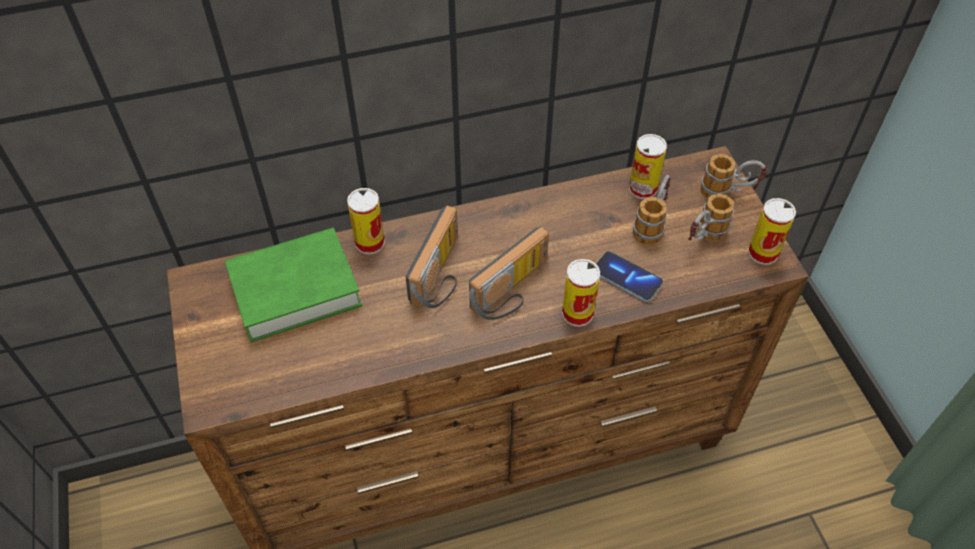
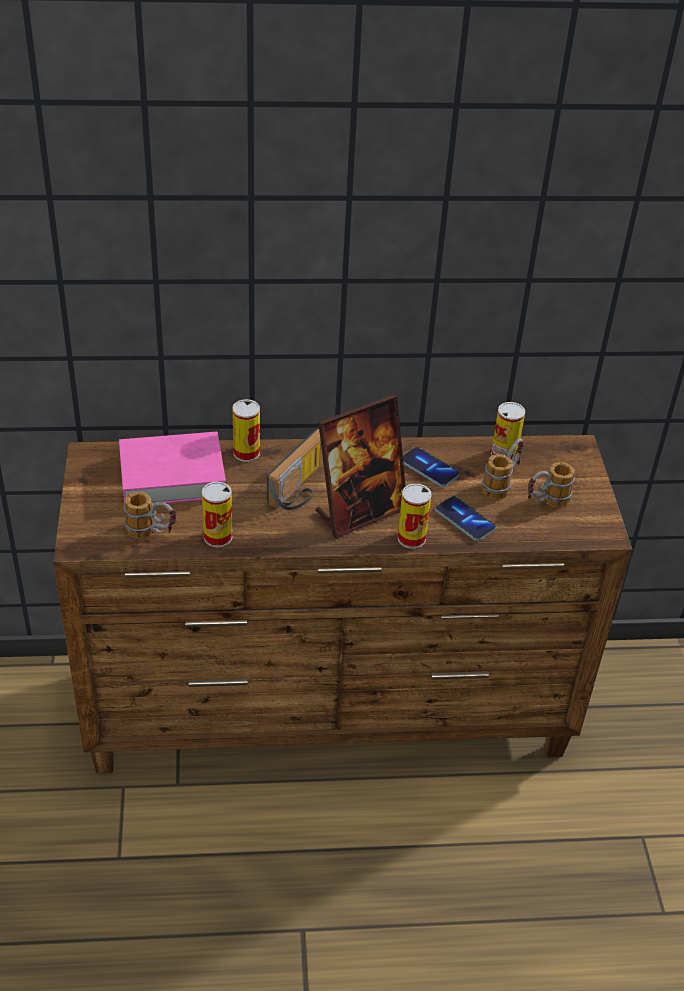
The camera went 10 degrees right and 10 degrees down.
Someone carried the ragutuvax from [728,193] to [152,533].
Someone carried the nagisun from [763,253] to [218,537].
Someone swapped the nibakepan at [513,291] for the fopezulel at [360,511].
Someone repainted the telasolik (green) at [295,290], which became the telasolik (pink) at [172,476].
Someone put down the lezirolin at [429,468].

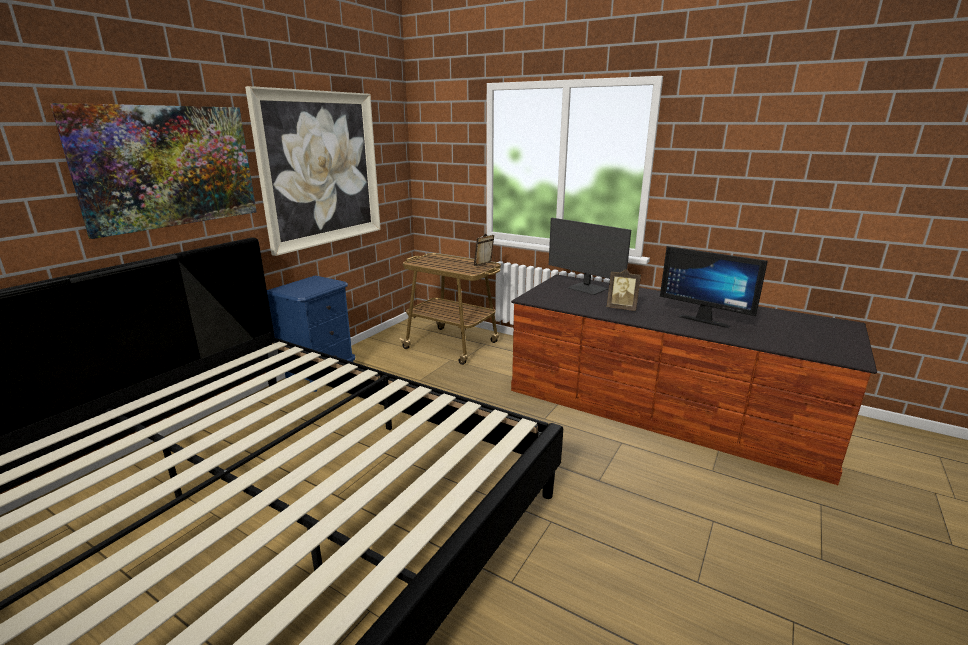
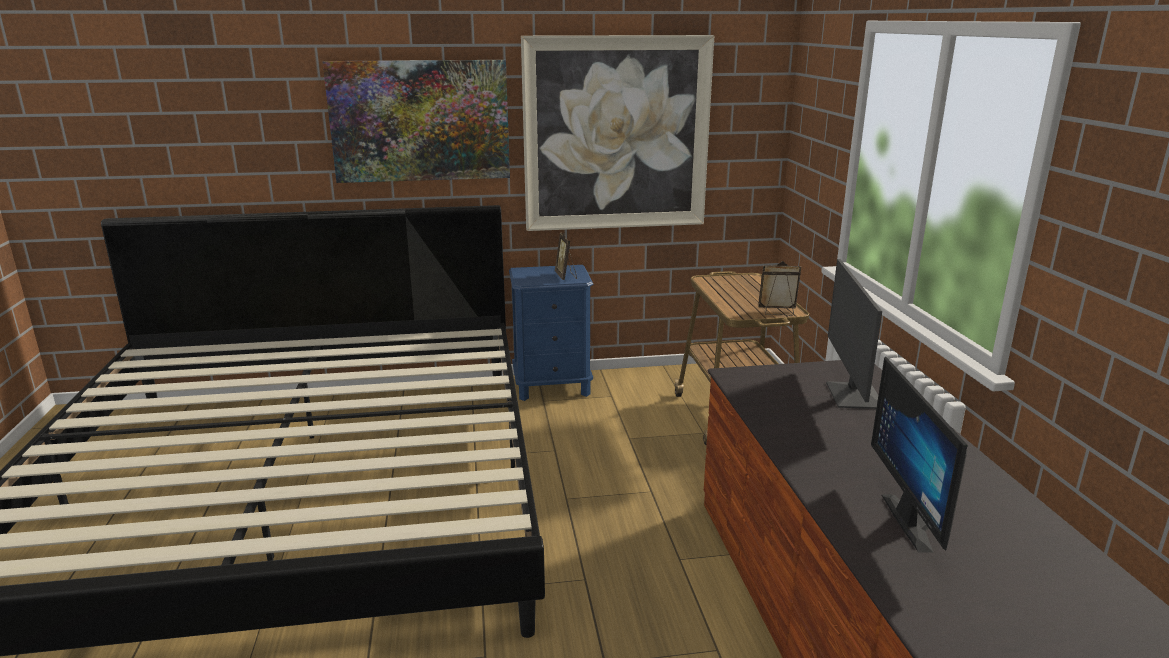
The camera went 50 degrees right and 0 degrees up.
Someone carried the fopezulel from [622,308] to [566,276].

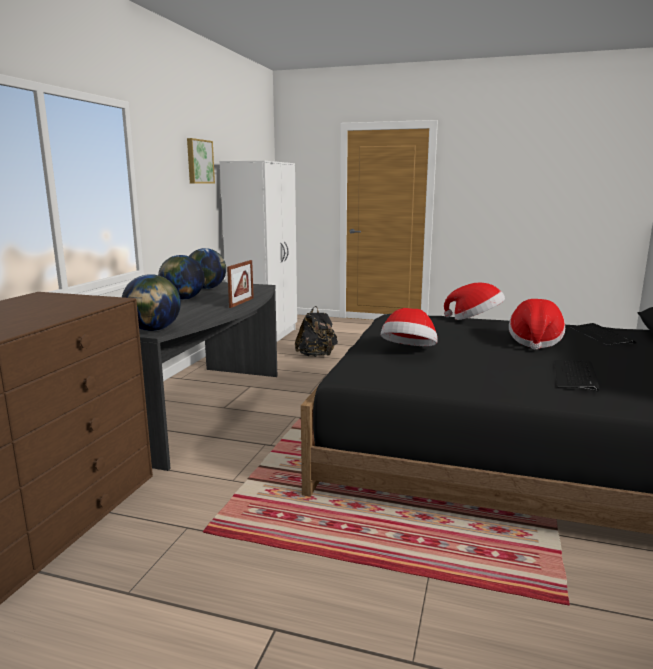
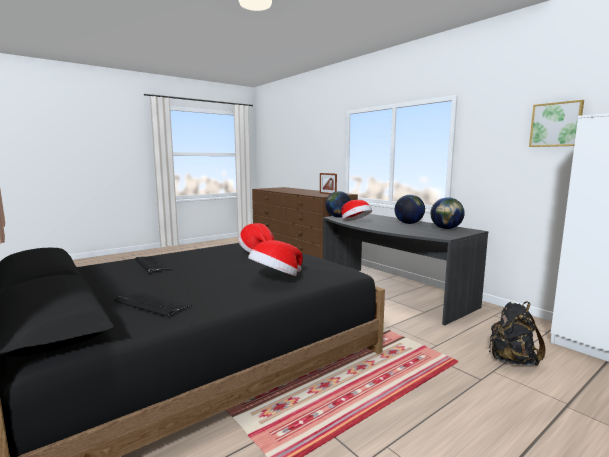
The camera went 125 degrees right and 5 degrees down.
Someone carried the fopezulel from [241,302] to [327,194].
Someone carried the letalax from [534,342] to [355,222].

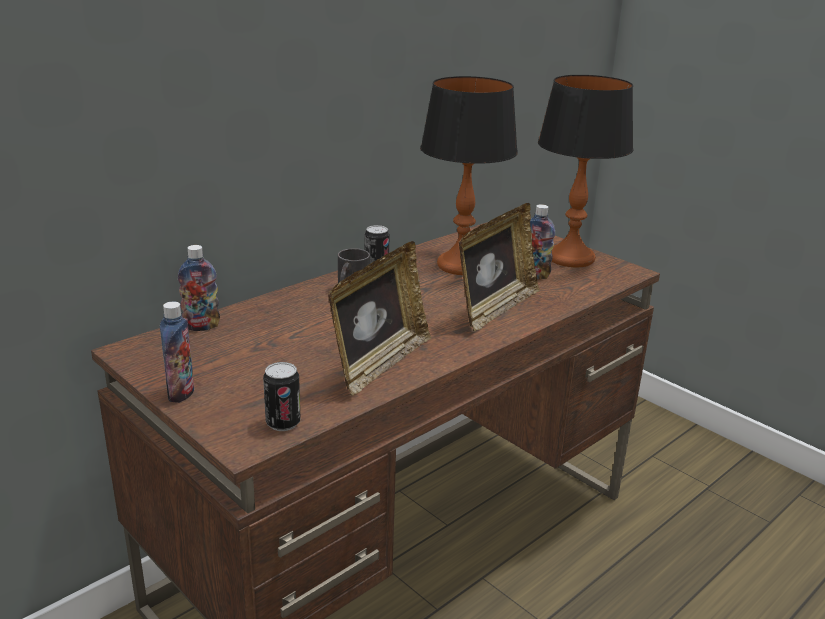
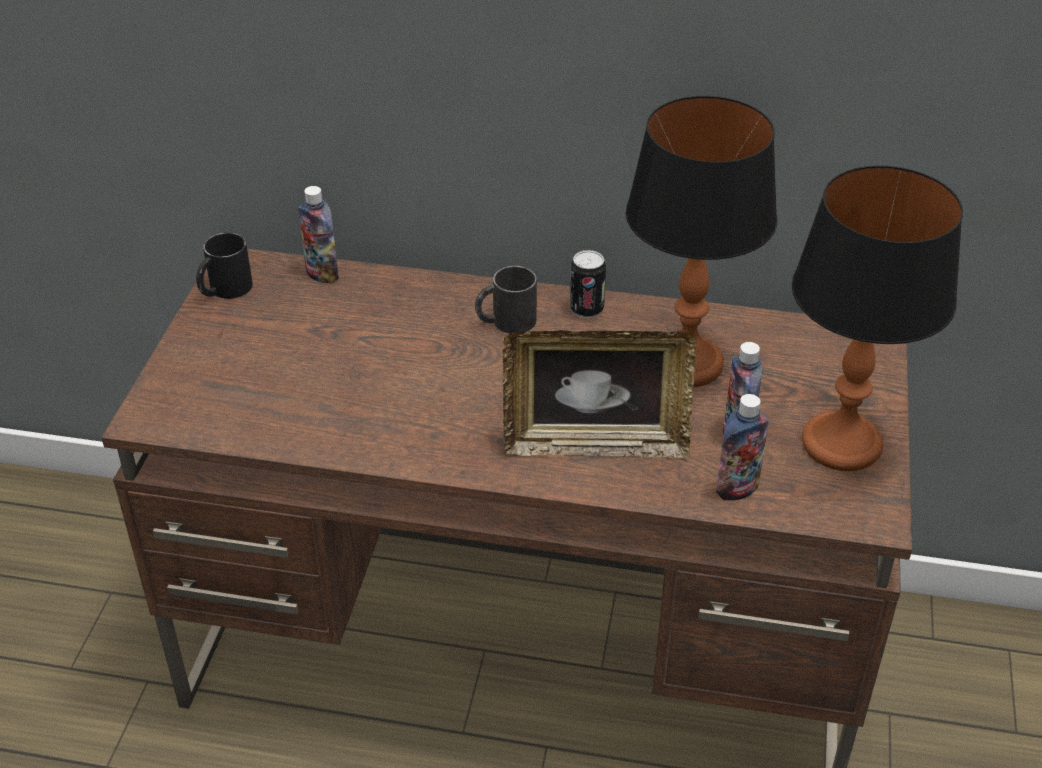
The camera went 55 degrees right and 15 degrees up.
Someone took away the fopezulel at [379,363].
Someone carried the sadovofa from [181,393] to [737,489].
Someone took away the nagisun at [283,423].
Someone put down the ragutuvax (black) at [224,290].

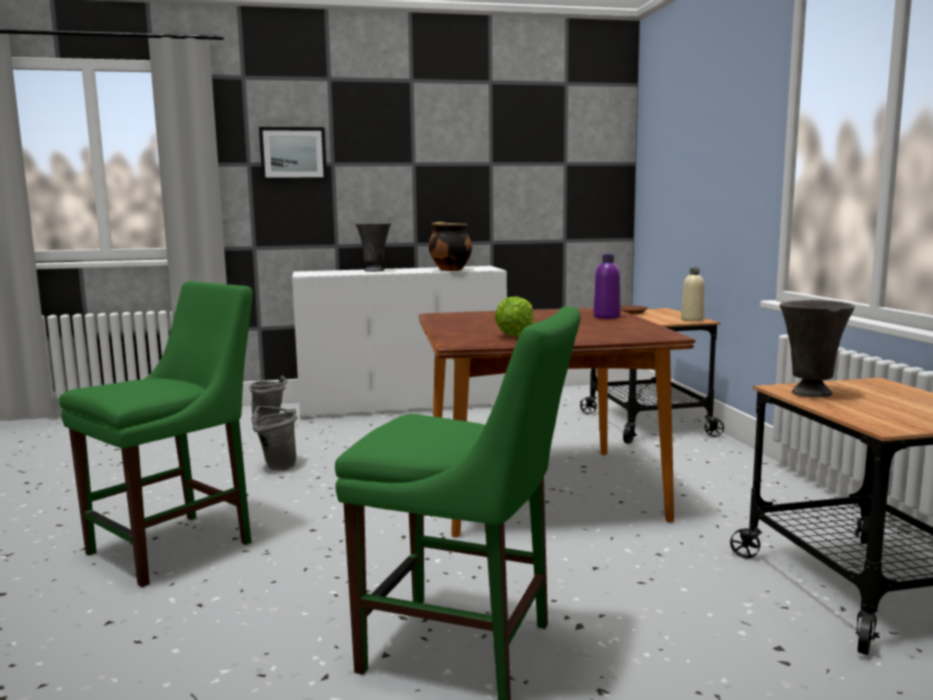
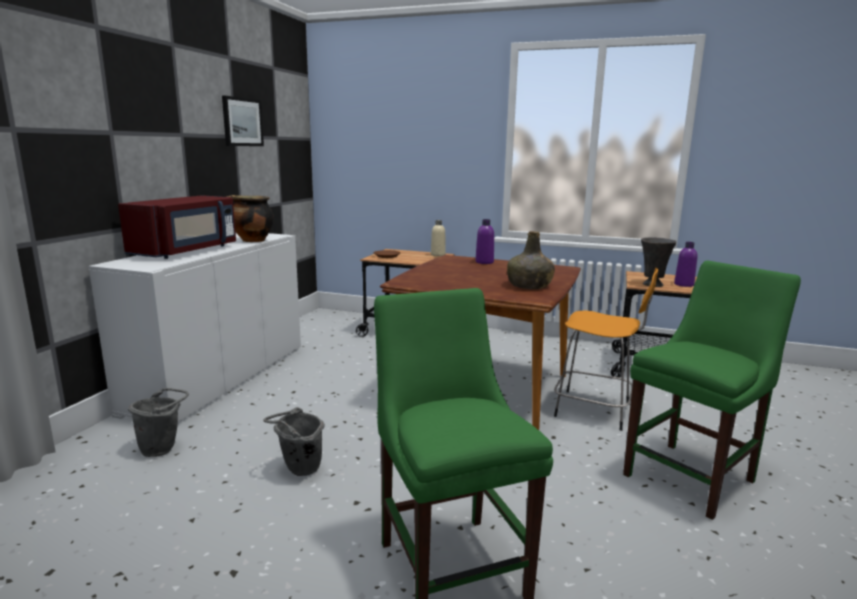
The camera went 60 degrees left and 5 degrees up.
Someone carried the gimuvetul from [293,154] to [242,122].
Someone swapped the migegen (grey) at [375,271] for the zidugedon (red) at [187,251].
Someone swapped the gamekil at [515,336] for the sadovofa (green) at [529,286].
Someone put down the sadovofa (purple) at [684,284].
Someone put down the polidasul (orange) at [595,410].

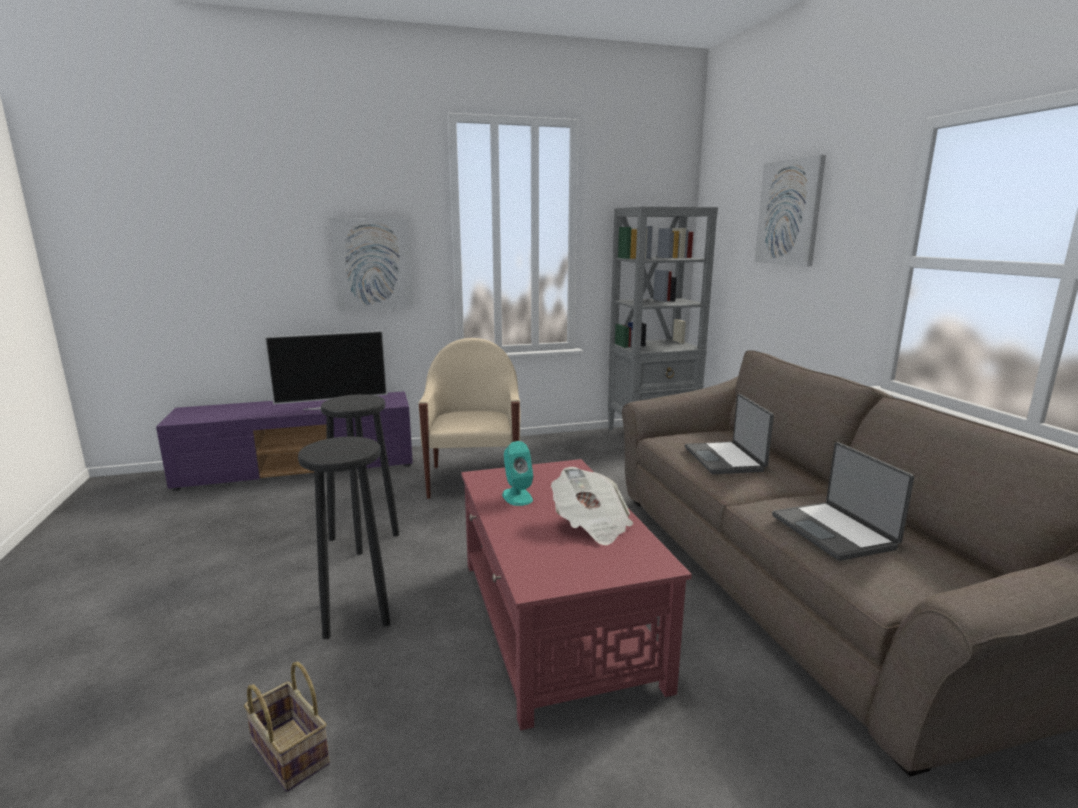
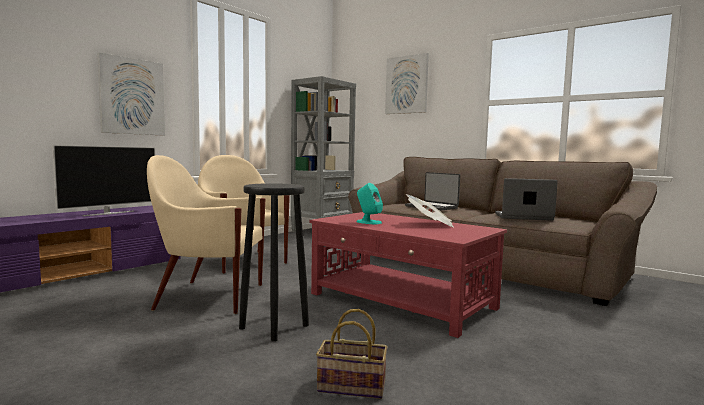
The camera went 35 degrees left and 10 degrees down.
Someone swapped the polidasul (black) at [365,536] for the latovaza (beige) at [209,296].
Someone rotated the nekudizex at [834,531] by 150 degrees clockwise.

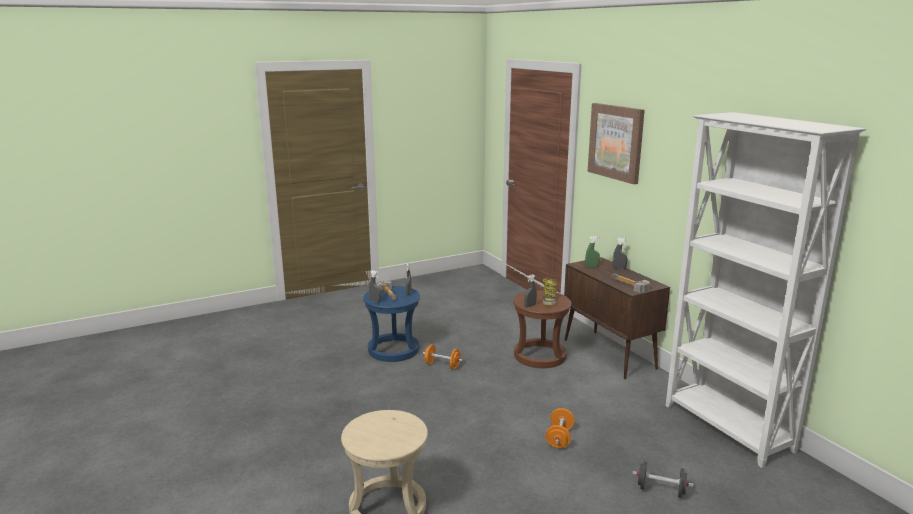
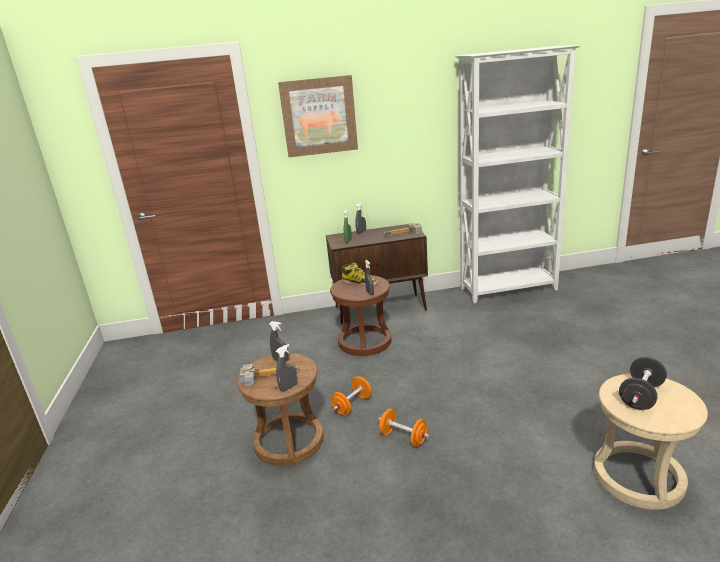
The camera went 70 degrees left and 5 degrees up.
Someone repainted the polidasul (blue) at [393,350], which became the polidasul (brown) at [288,441].
Someone carried the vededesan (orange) from [559,438] to [403,437].
Someone carried the vededesan (black) from [661,490] to [640,396].

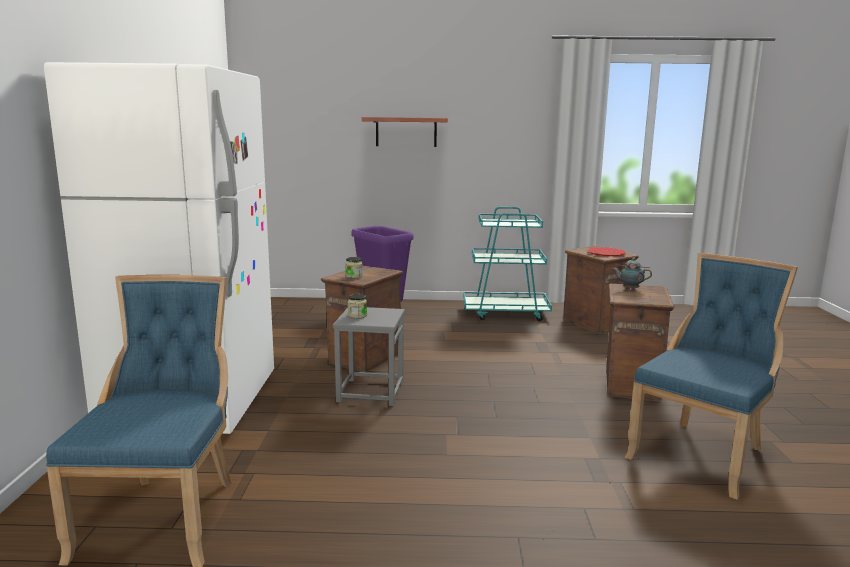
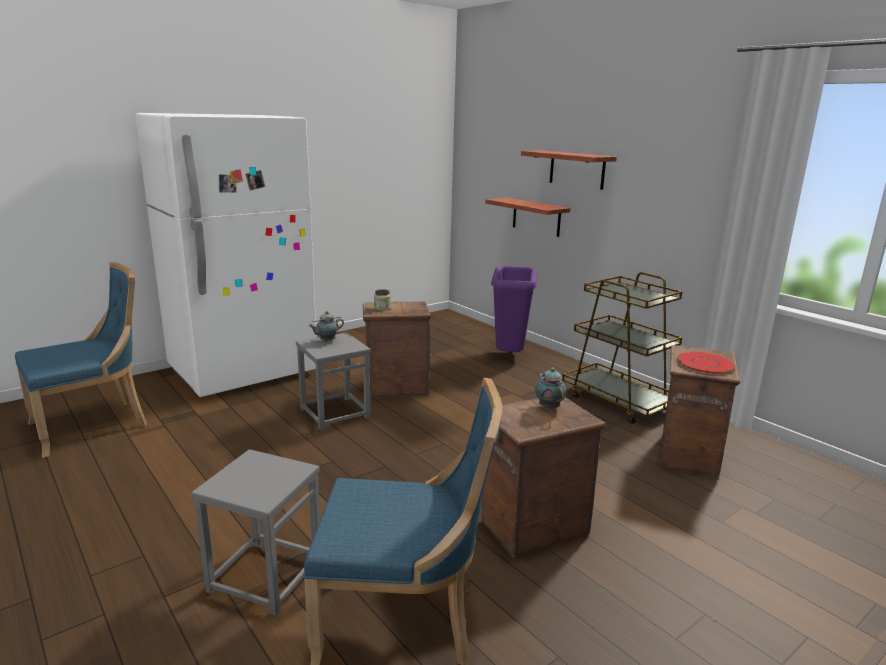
The camera went 50 degrees right and 5 degrees up.
Someone repainted the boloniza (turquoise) at [506,313], which became the boloniza (brown) at [618,401].
Someone swapped the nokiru at [357,315] for the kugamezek at [326,341].
Someone put up the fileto at [536,217].
Someone put down the polidasul (grey) at [265,575].

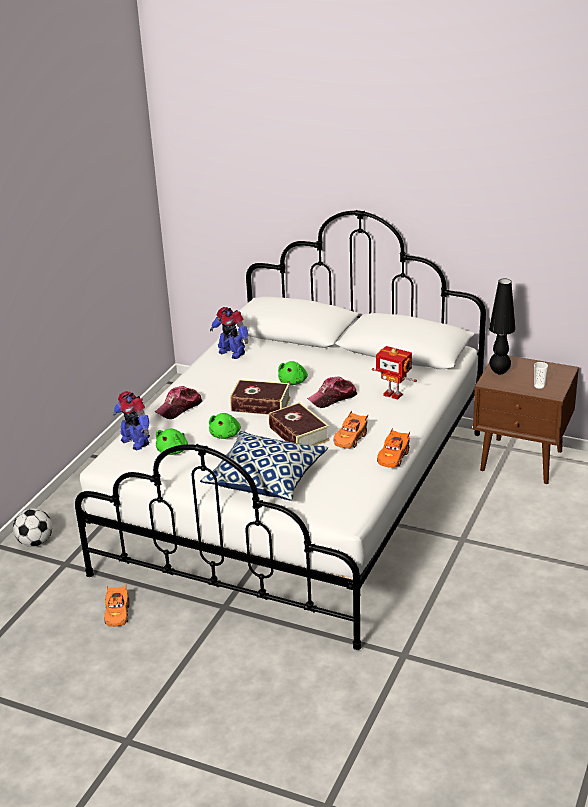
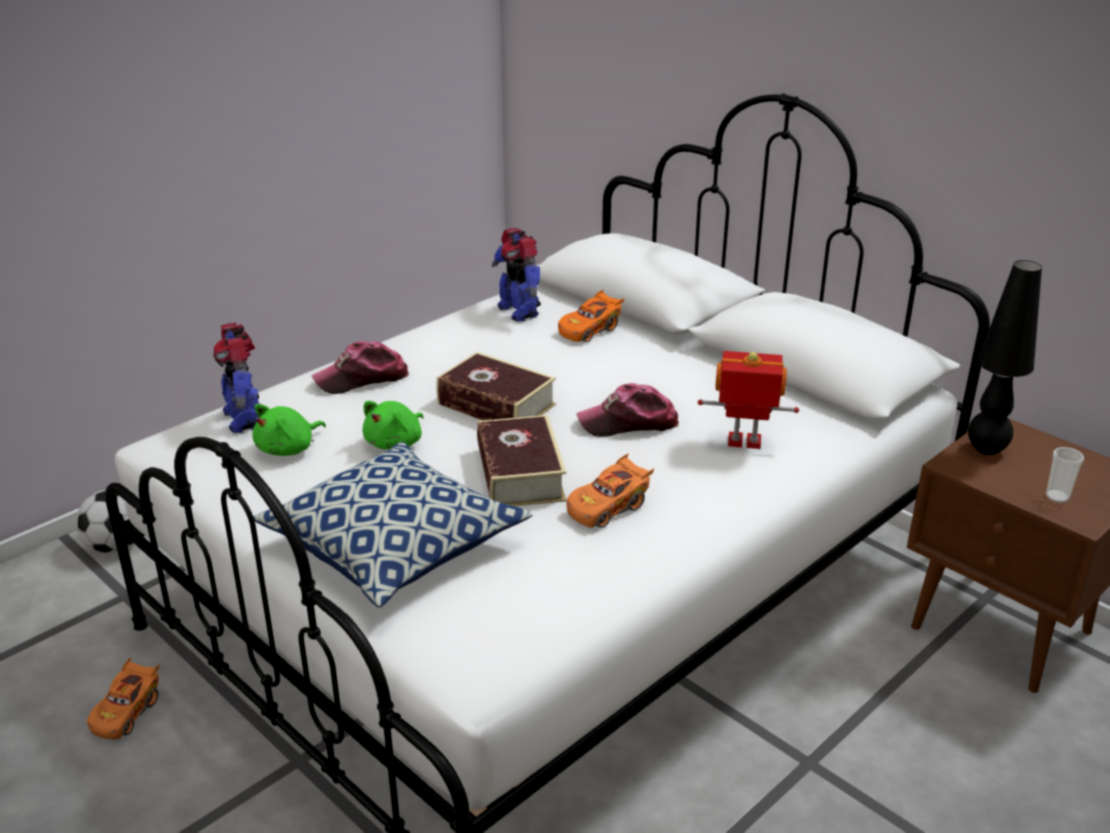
The camera went 20 degrees right and 0 degrees up.
Someone rotated the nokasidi at [393,394] by 135 degrees clockwise.
Someone took away the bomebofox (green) at [293,382].
Someone carried the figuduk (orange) from [393,456] to [590,330].

